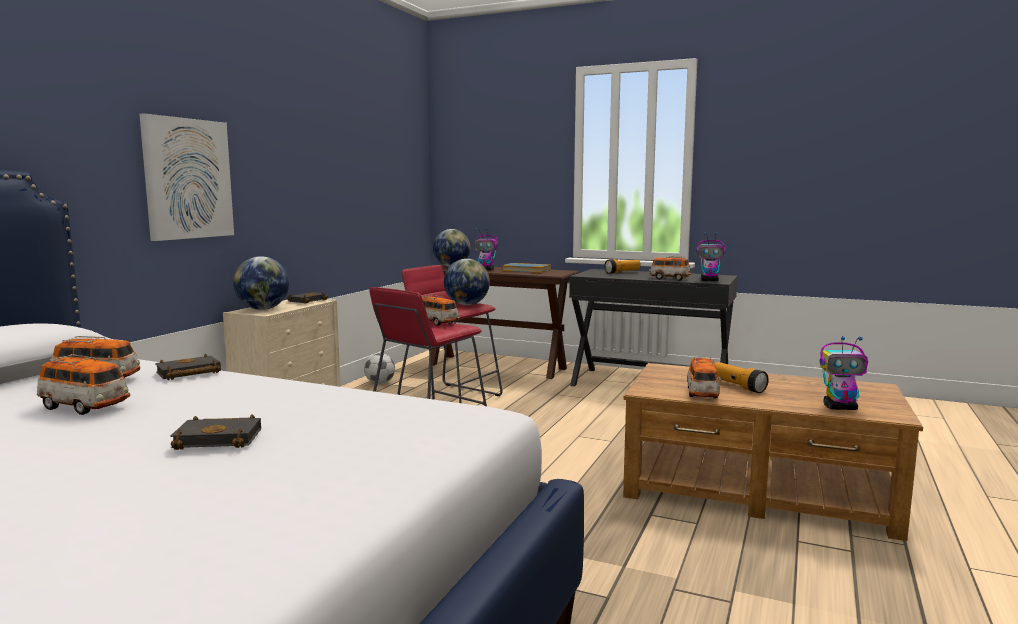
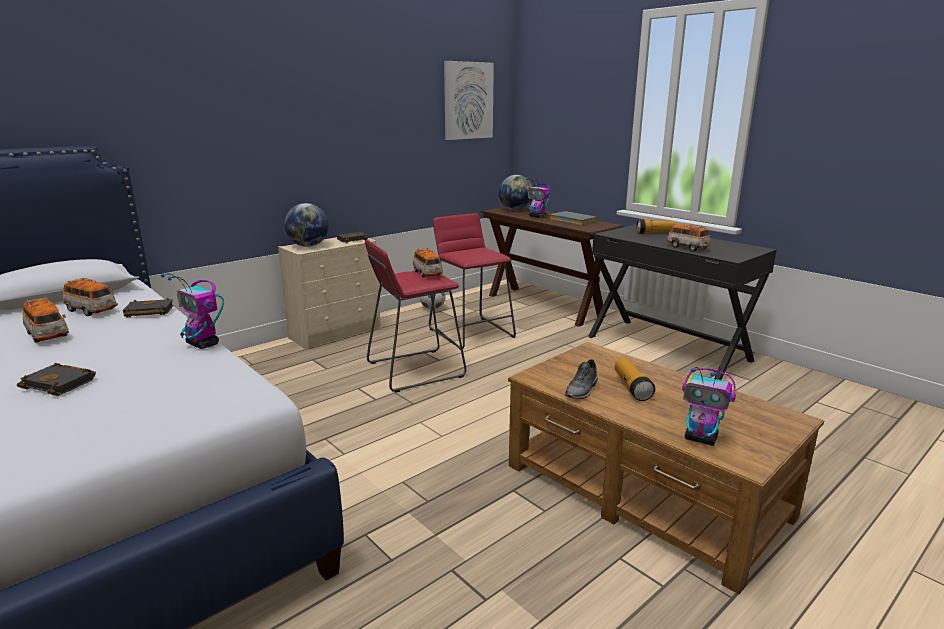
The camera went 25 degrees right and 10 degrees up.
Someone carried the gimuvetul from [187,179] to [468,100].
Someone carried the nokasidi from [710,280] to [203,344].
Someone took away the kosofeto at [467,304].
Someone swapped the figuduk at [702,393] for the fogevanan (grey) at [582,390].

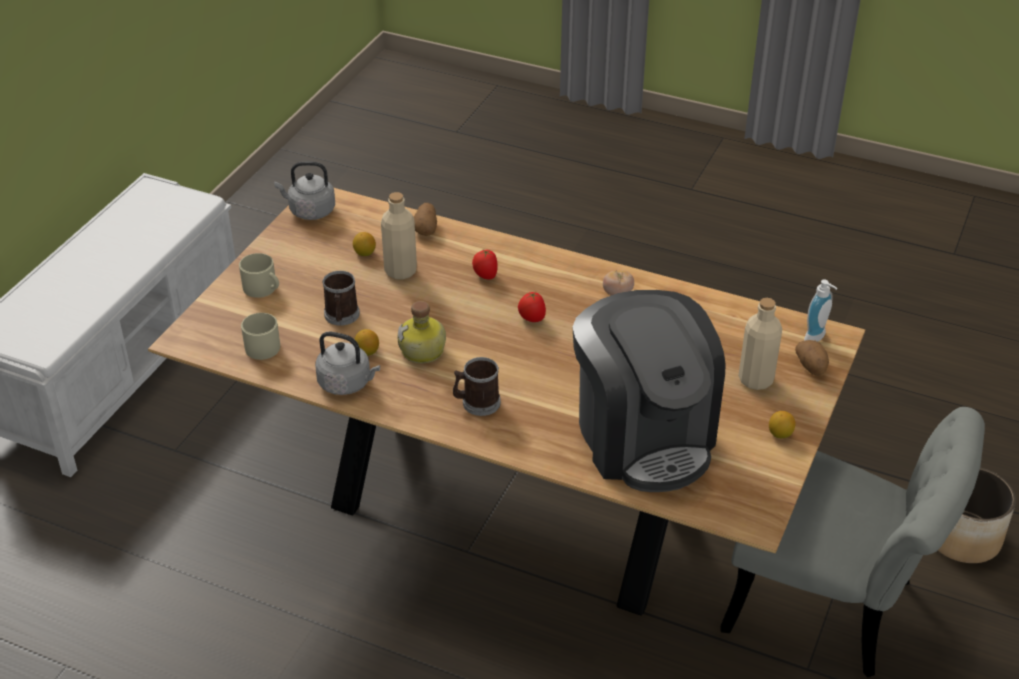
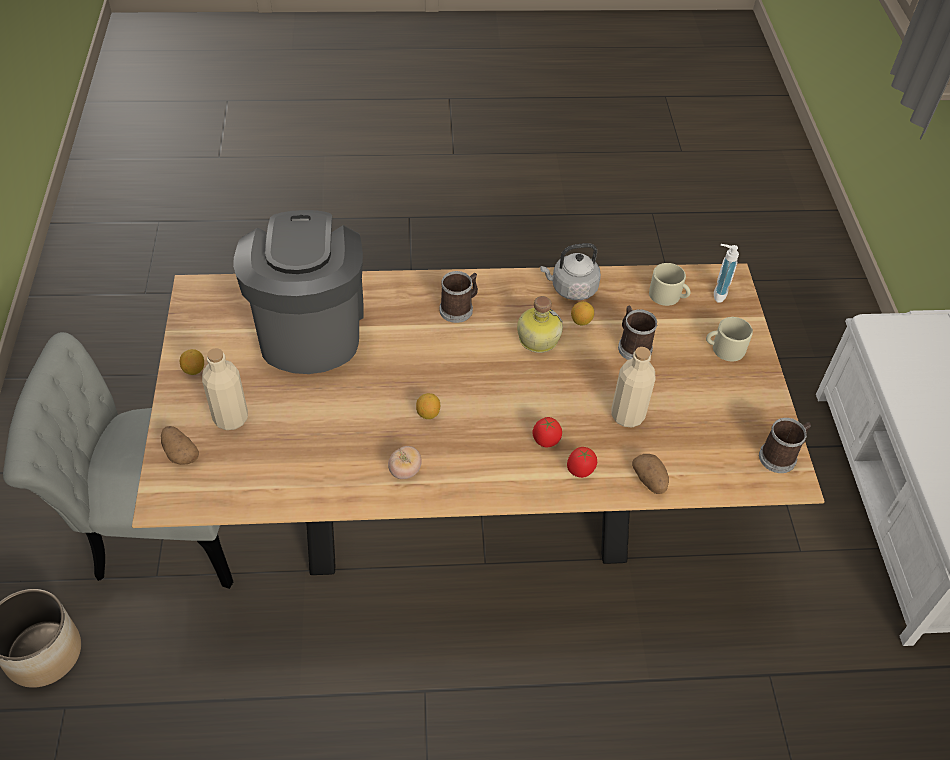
The camera went 150 degrees right and 10 degrees up.
Someone swapped the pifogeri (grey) at [309,211] for the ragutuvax at [781,456].
Someone carried the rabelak from [365,253] to [428,413].
Someone carried the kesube from [817,338] to [717,293].
Someone rotated the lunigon at [643,436] by 45 degrees clockwise.
Someone carried the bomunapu from [531,319] to [580,471].

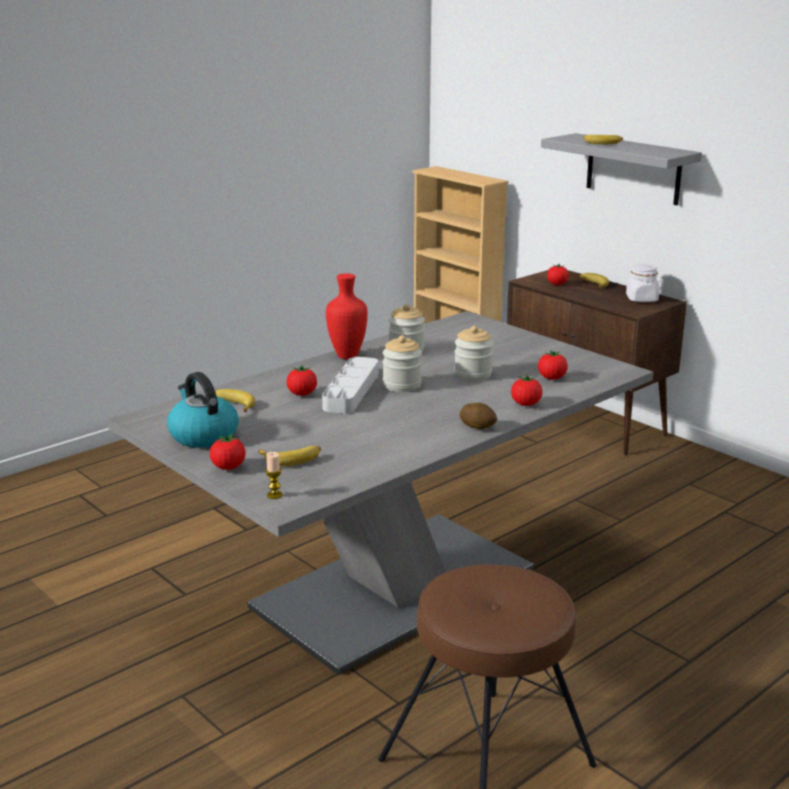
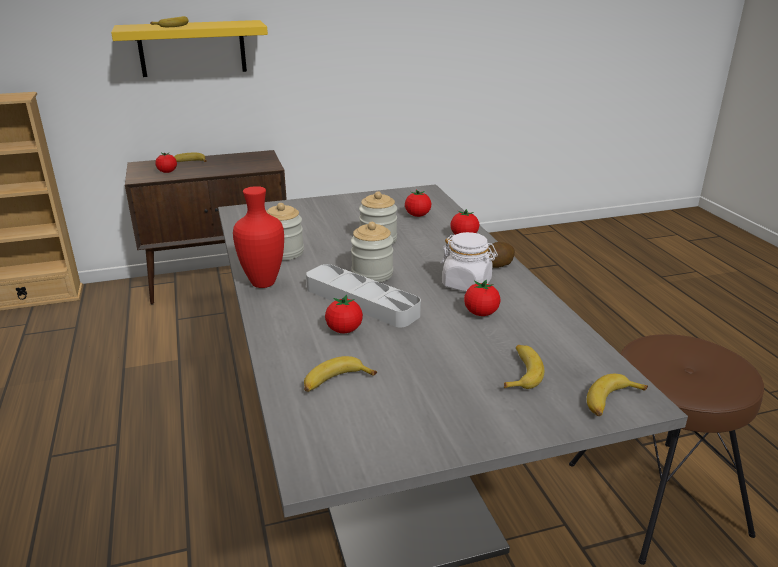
The camera went 65 degrees left and 5 degrees up.
Someone repainted the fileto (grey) at [633,169], which became the fileto (yellow) at [192,48].
Someone carried the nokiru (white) from [642,299] to [467,284].
Someone took away the pifogeri at [203,435].
Someone carried the bomunapu from [228,467] to [481,313].
Someone swapped the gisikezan at [274,495] for the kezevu at [611,402].

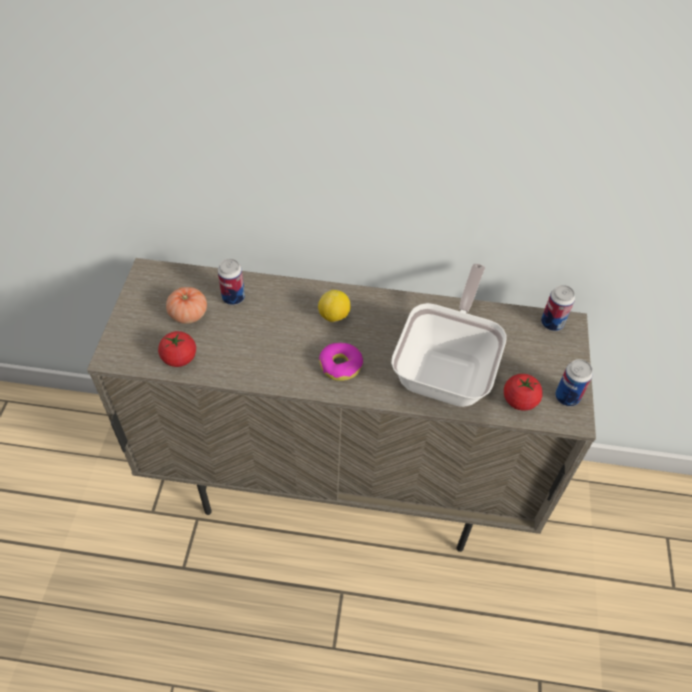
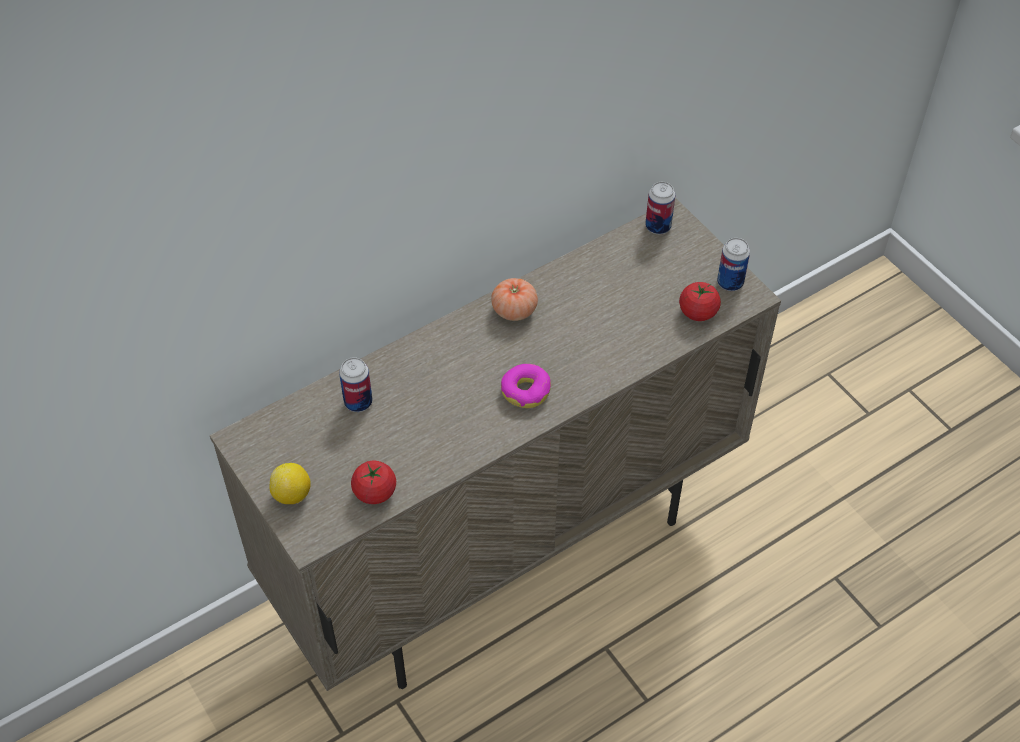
The camera went 40 degrees left and 0 degrees up.
Someone took away the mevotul at [447,368].
Someone carried the bomunapu from [188,314] to [514,310].
Someone carried the rabelak from [334,316] to [292,495].

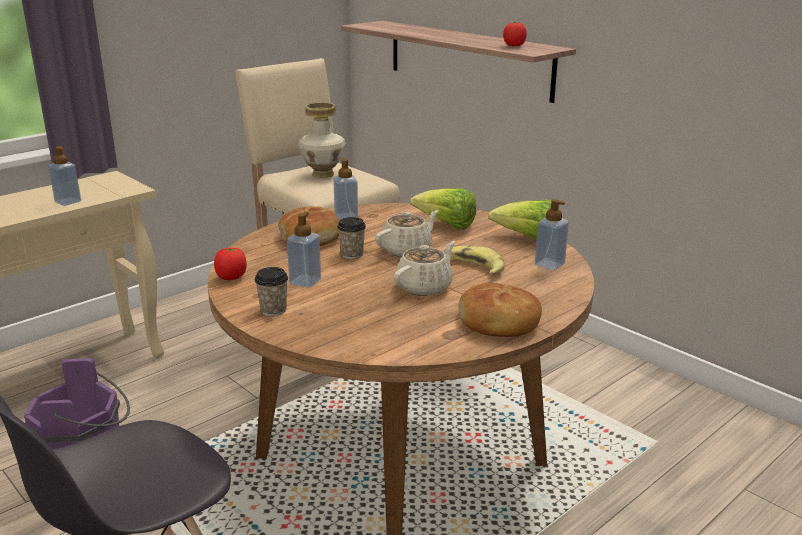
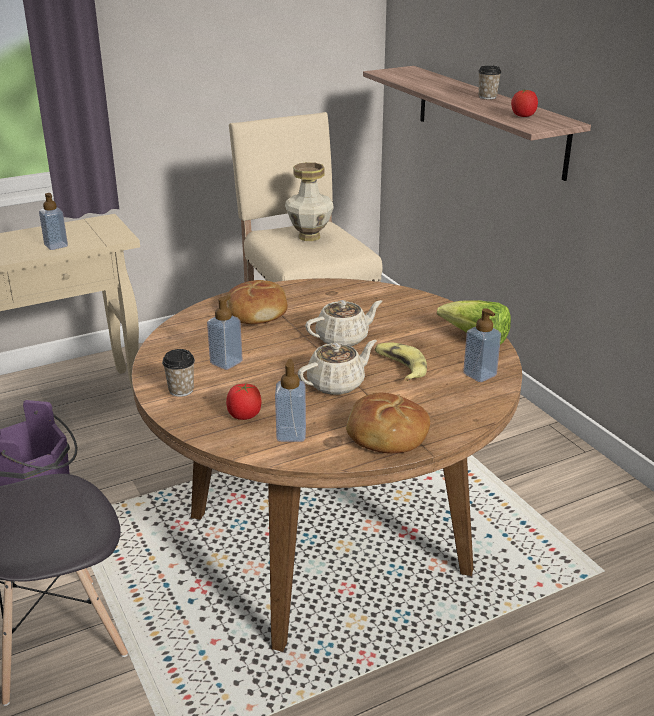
The camera went 15 degrees right and 5 degrees up.
Someone carried the kesube from [346,217] to [291,434].
Someone took away the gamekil at [446,225].
Someone carried the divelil from [352,254] to [487,97].
Someone carried the bomunapu from [231,277] to [244,416].

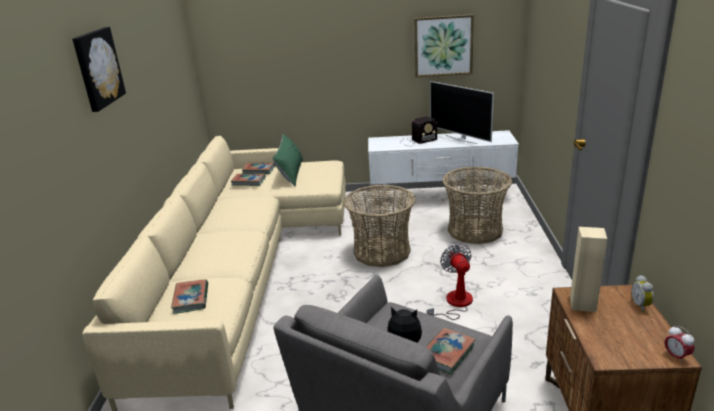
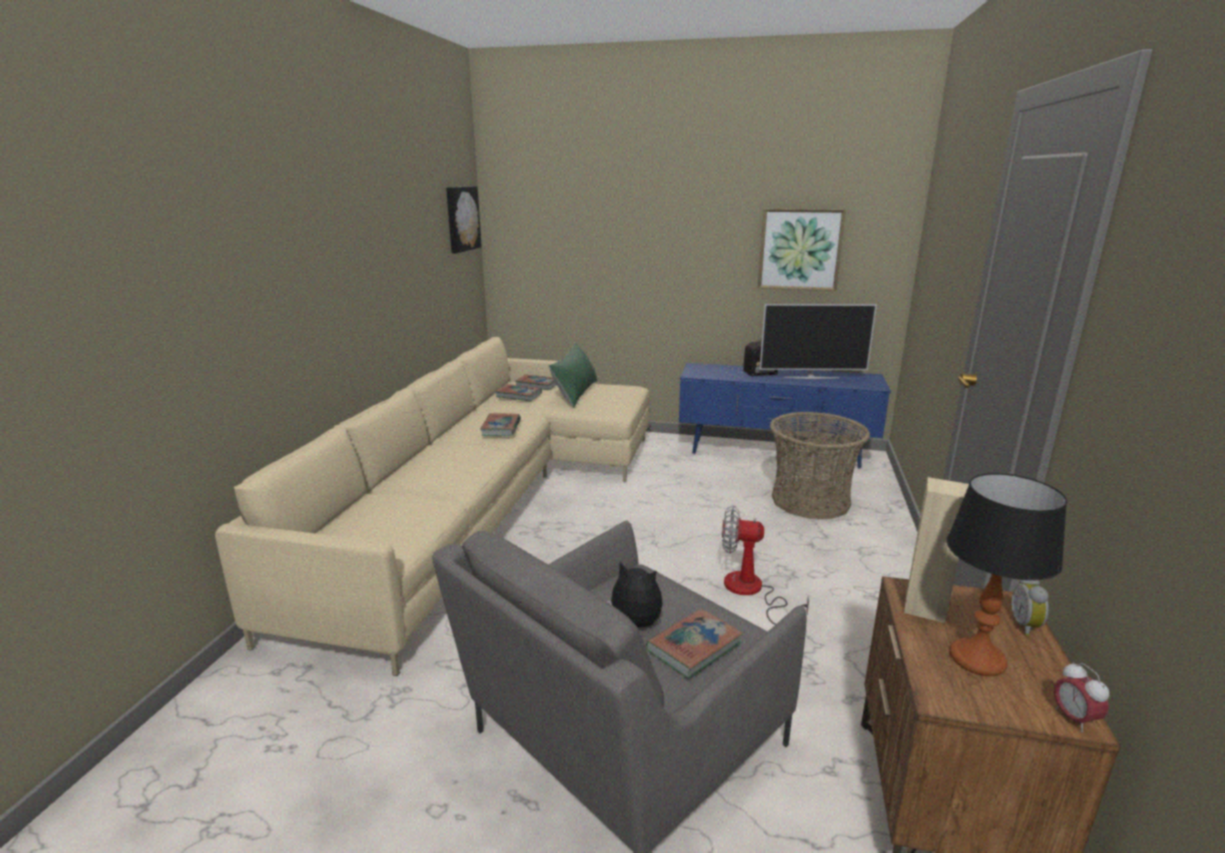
The camera went 10 degrees right and 5 degrees down.
Someone carried the gimuvetul from [97,68] to [461,218].
Someone rotated the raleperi at [461,139] by 60 degrees counterclockwise.
Someone repainted the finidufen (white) at [440,197], which became the finidufen (blue) at [774,454].
Someone took away the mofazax at [381,252].
Someone rotated the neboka at [454,304] by 75 degrees counterclockwise.
Someone carried the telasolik from [191,299] to [501,428].
Someone put down the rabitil at [976,658].

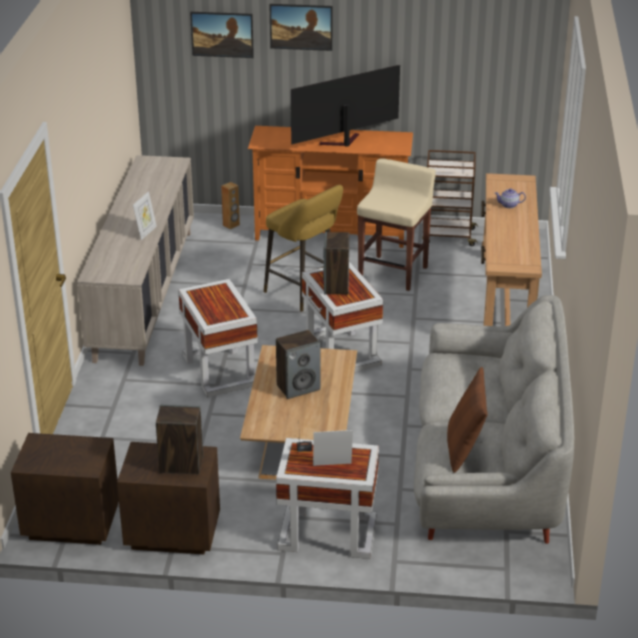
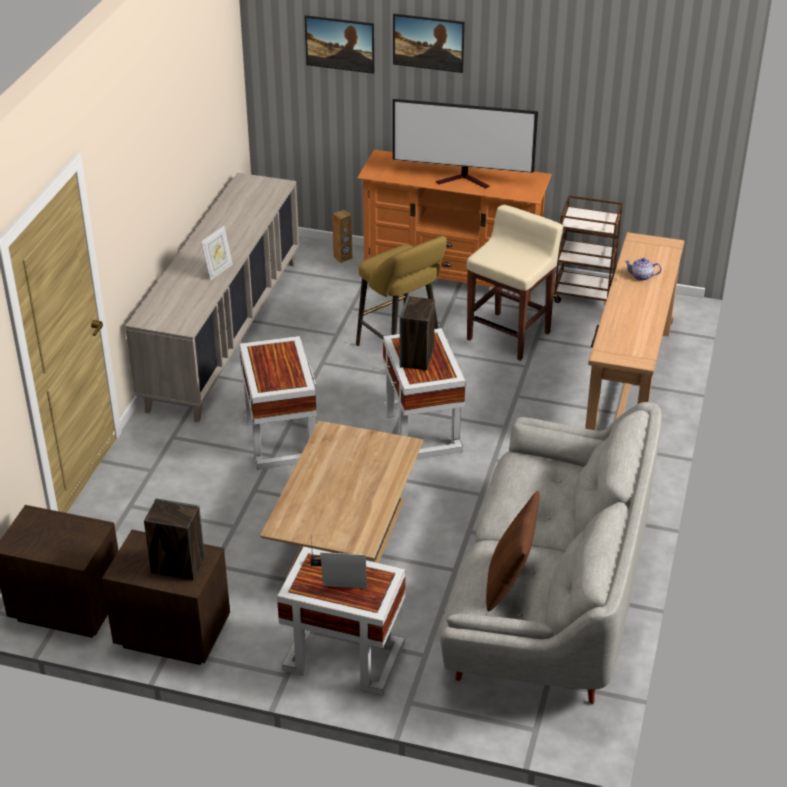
The camera went 10 degrees right and 5 degrees up.
Someone rotated the raleperi at [341,143] by 150 degrees counterclockwise.
Someone took away the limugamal at [298,387].

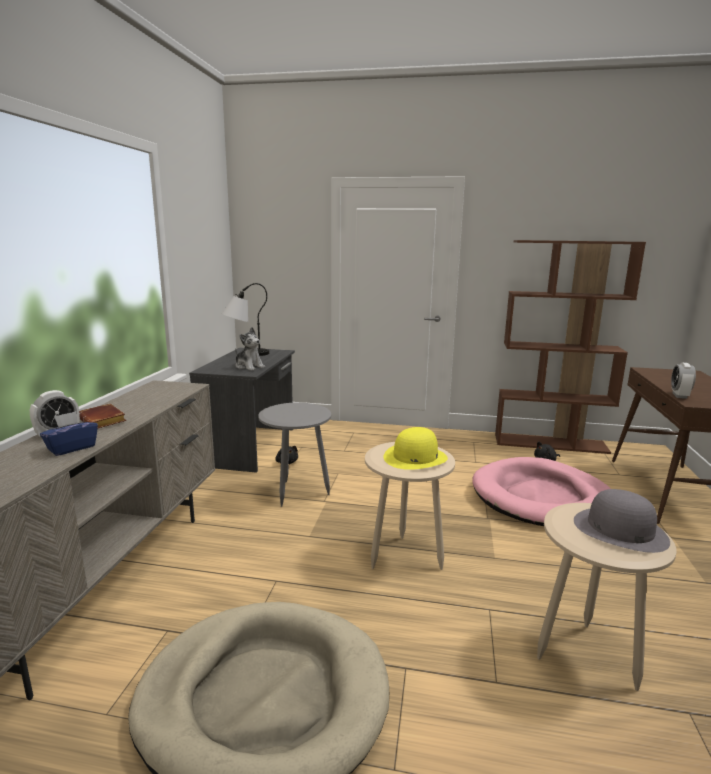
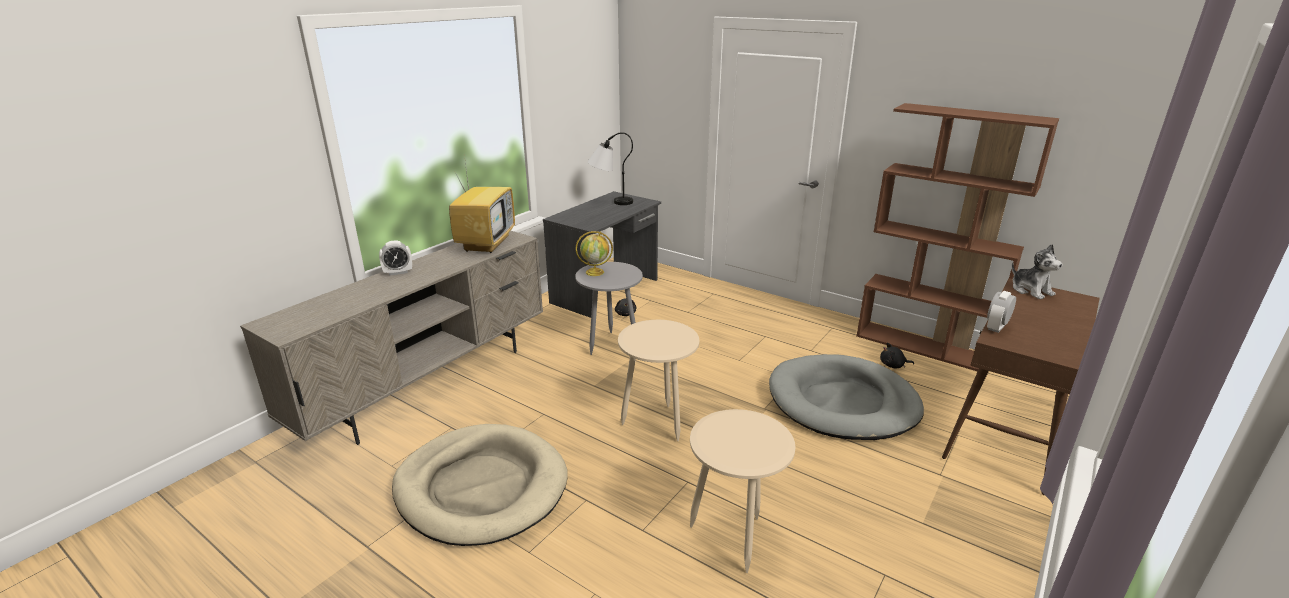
The camera went 25 degrees right and 10 degrees up.
Someone carried the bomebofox from [249,367] to [1031,290].
Someone took away the telasolik (brown) at [104,421].
Someone took away the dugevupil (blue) at [71,448].
Someone took away the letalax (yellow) at [415,457].
Someone repainted the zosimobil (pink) at [541,497], which became the zosimobil (grey) at [842,402].
Someone took away the letalax (grey) at [619,530].
Someone put down the raleperi at [486,243].
Someone put down the kosofeto at [595,272].

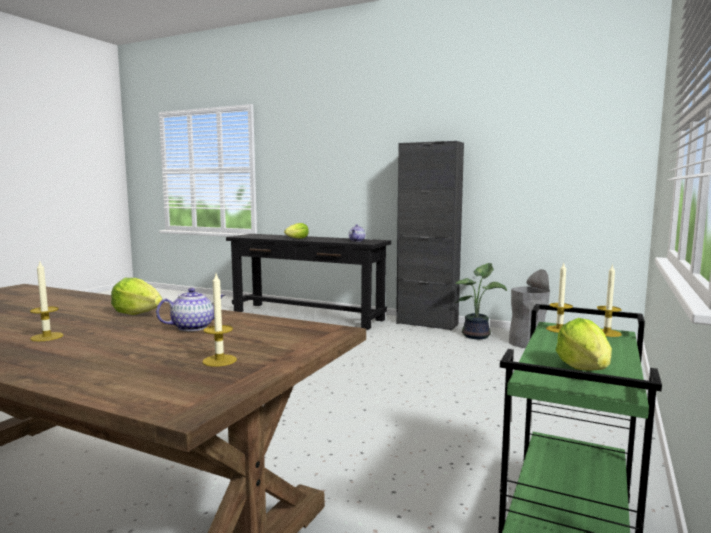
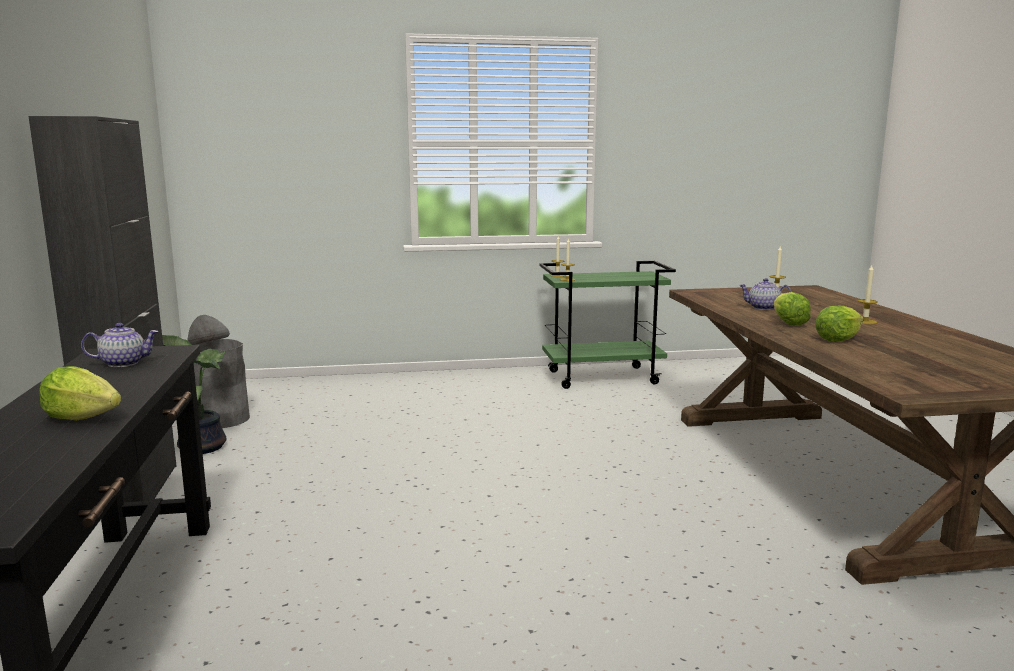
The camera went 125 degrees left and 5 degrees up.
Someone carried the gamekil from [584,369] to [837,340].

